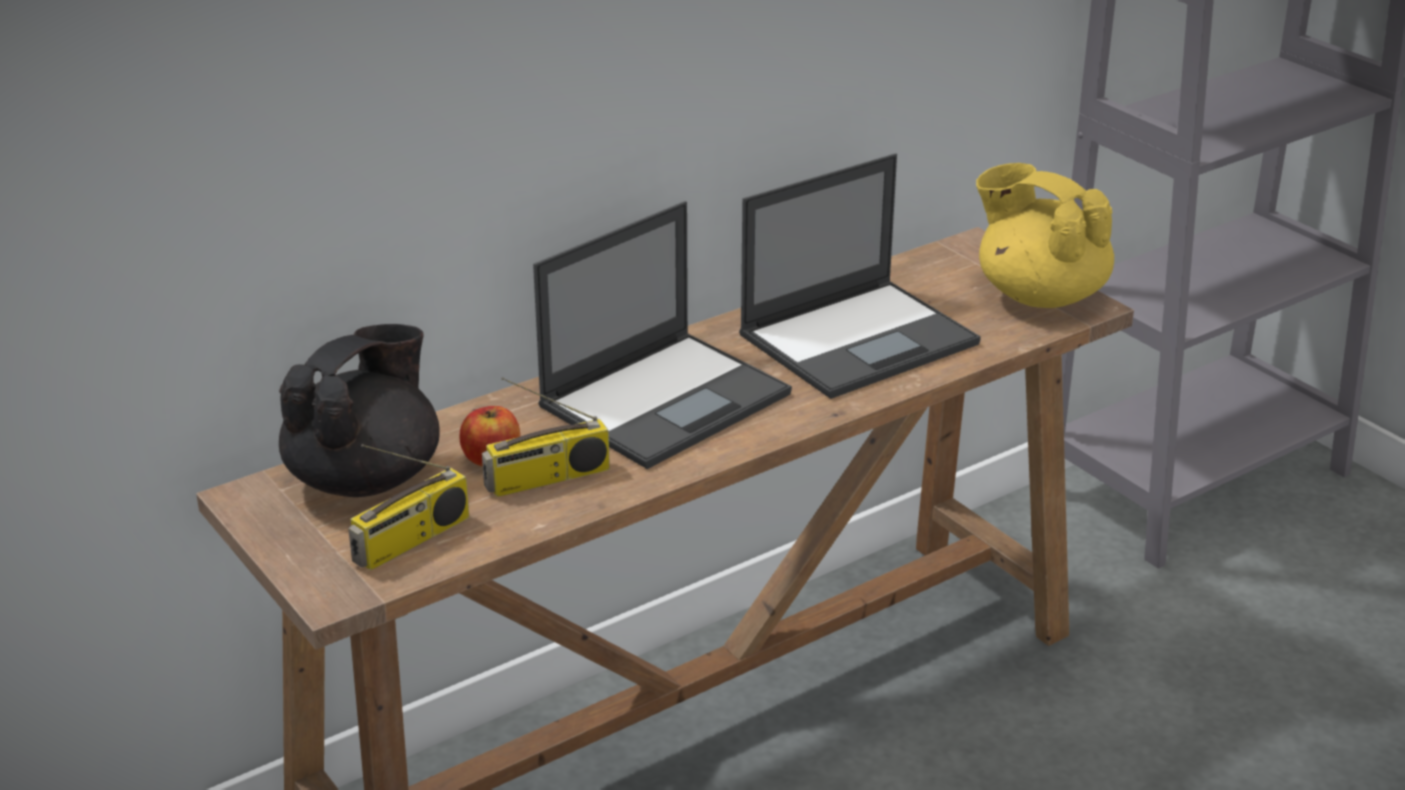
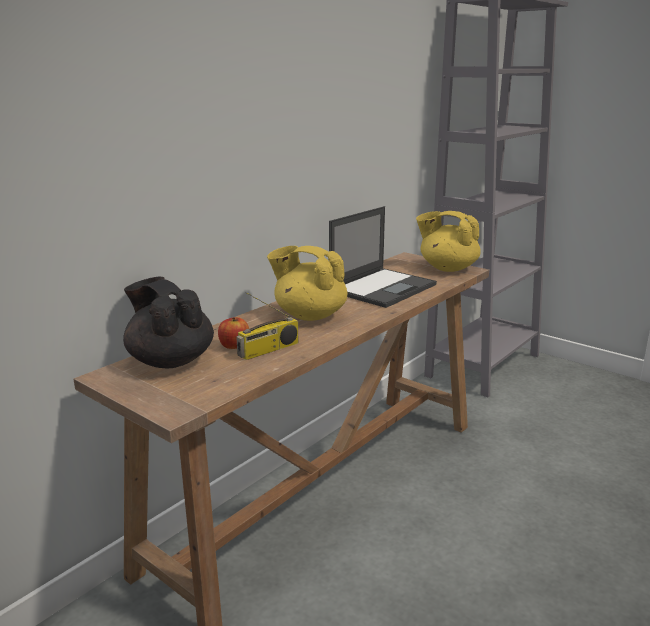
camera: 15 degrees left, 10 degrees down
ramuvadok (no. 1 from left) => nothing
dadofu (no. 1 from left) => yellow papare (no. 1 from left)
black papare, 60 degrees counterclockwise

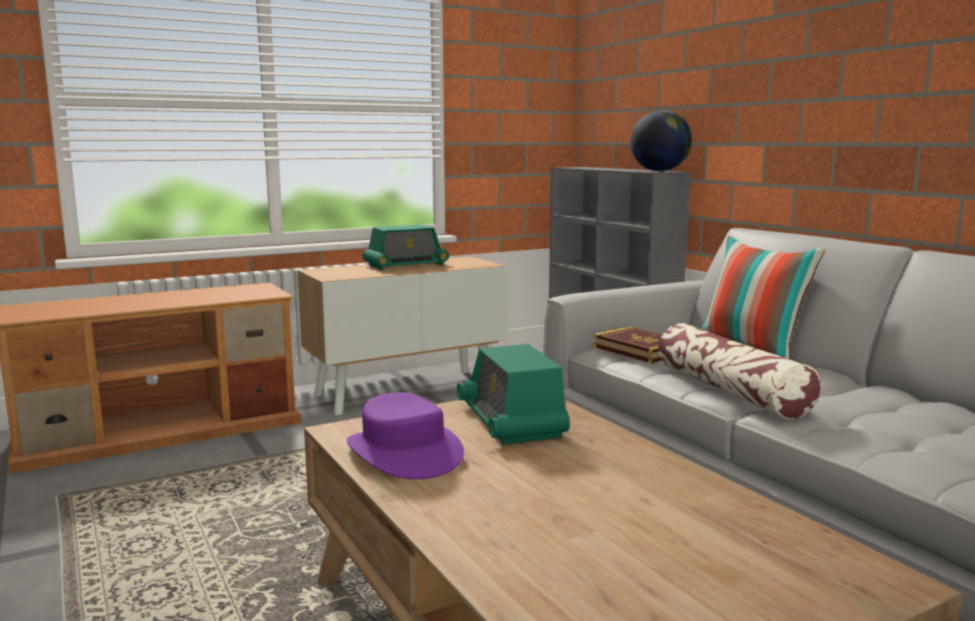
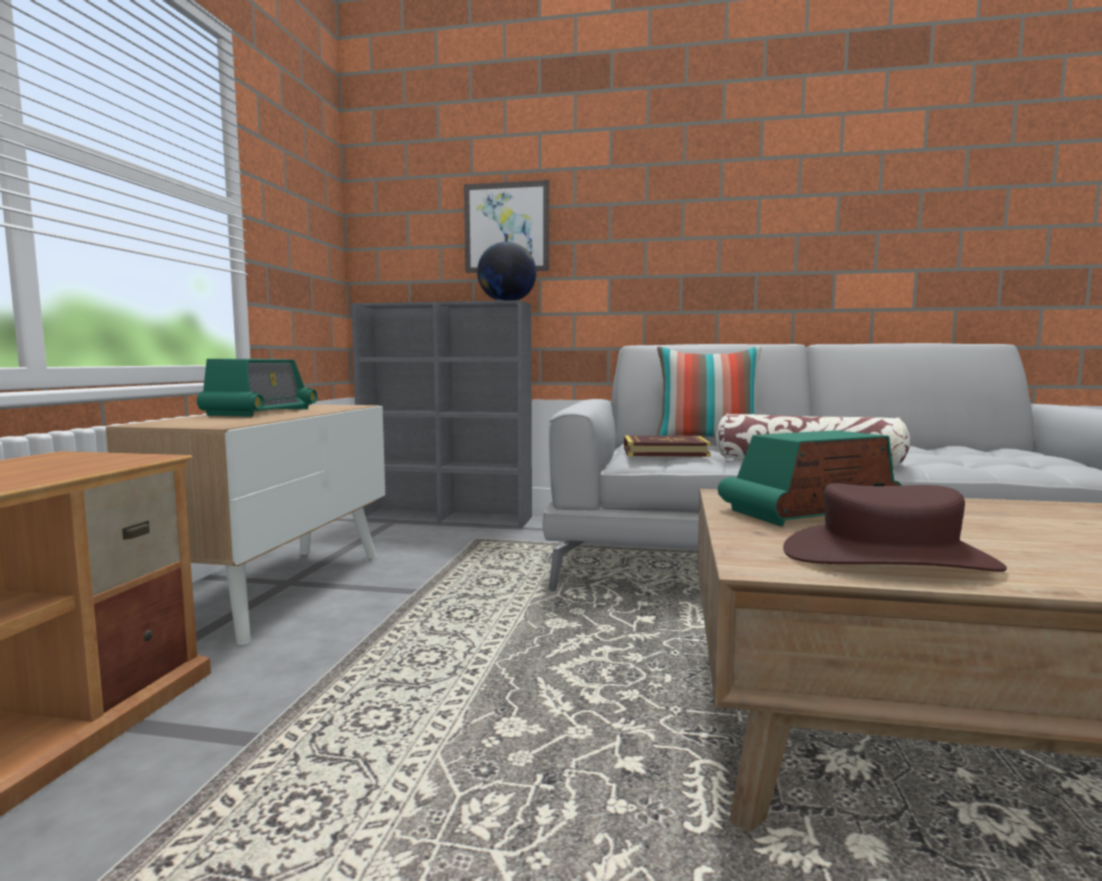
camera: 50 degrees left, 5 degrees down
nothing => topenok
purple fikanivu => brown fikanivu
ramuvadok (no. 2 from left), 135 degrees clockwise

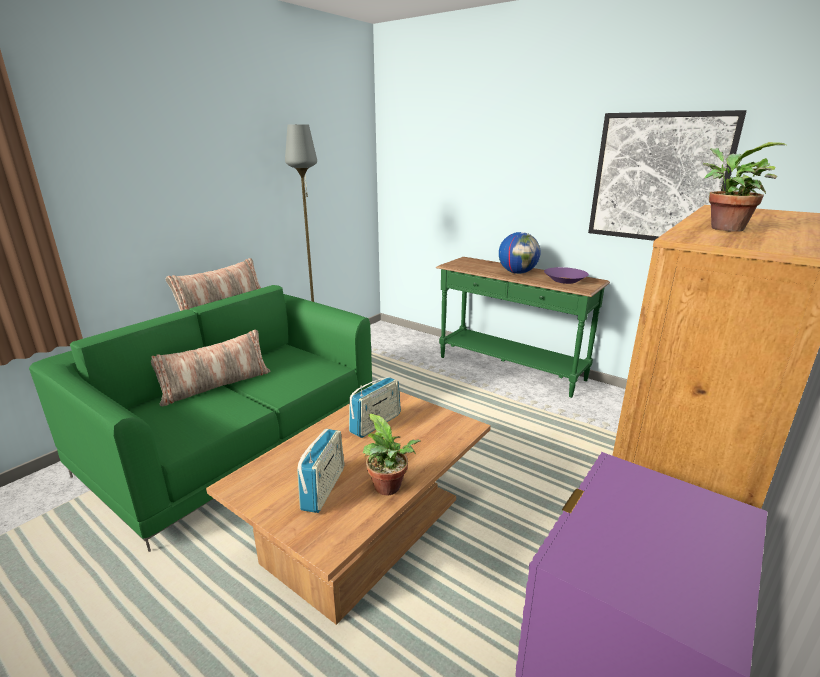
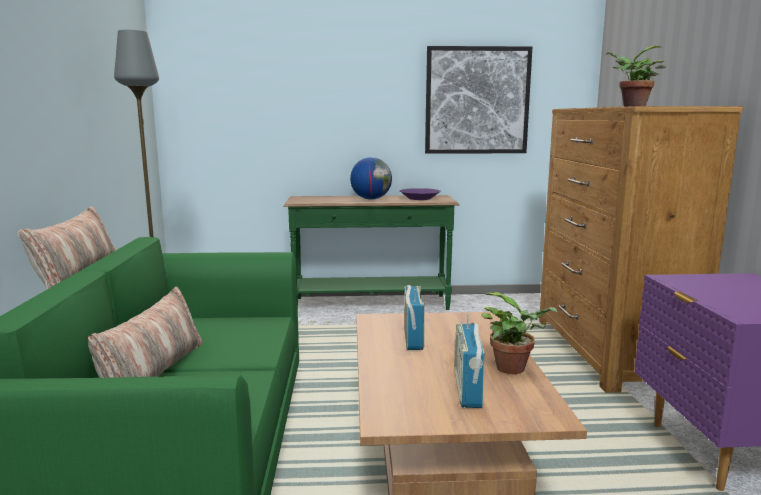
camera: 40 degrees left, 10 degrees down
ramuvadok (no. 1 from left in the first image) => ramuvadok (no. 2 from left), 150 degrees counterclockwise

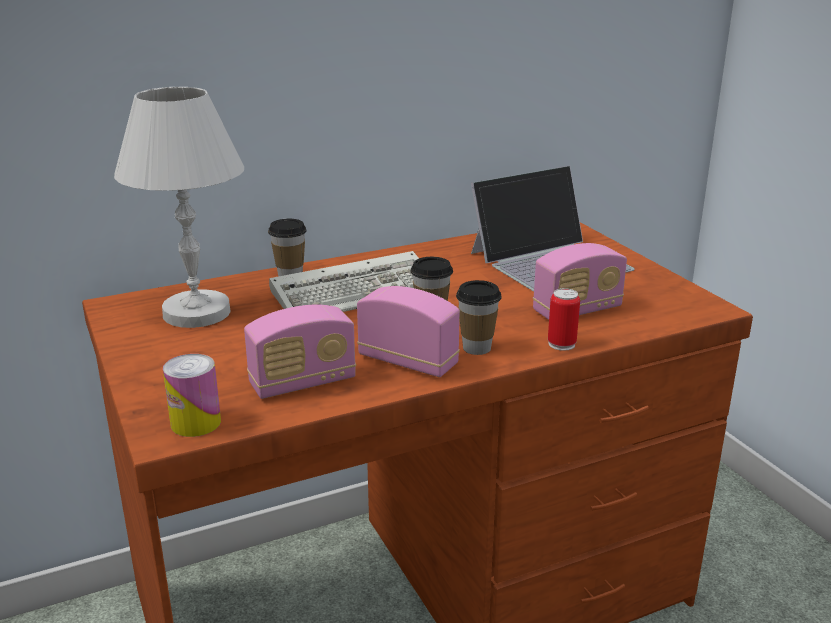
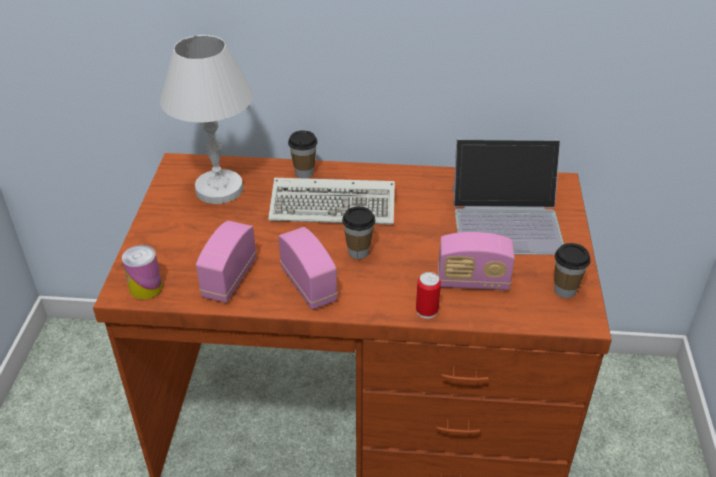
camera: 30 degrees right, 15 degrees up
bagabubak (no. 3 from left), relocated
ramuvadok (no. 1 from left), 105 degrees clockwise

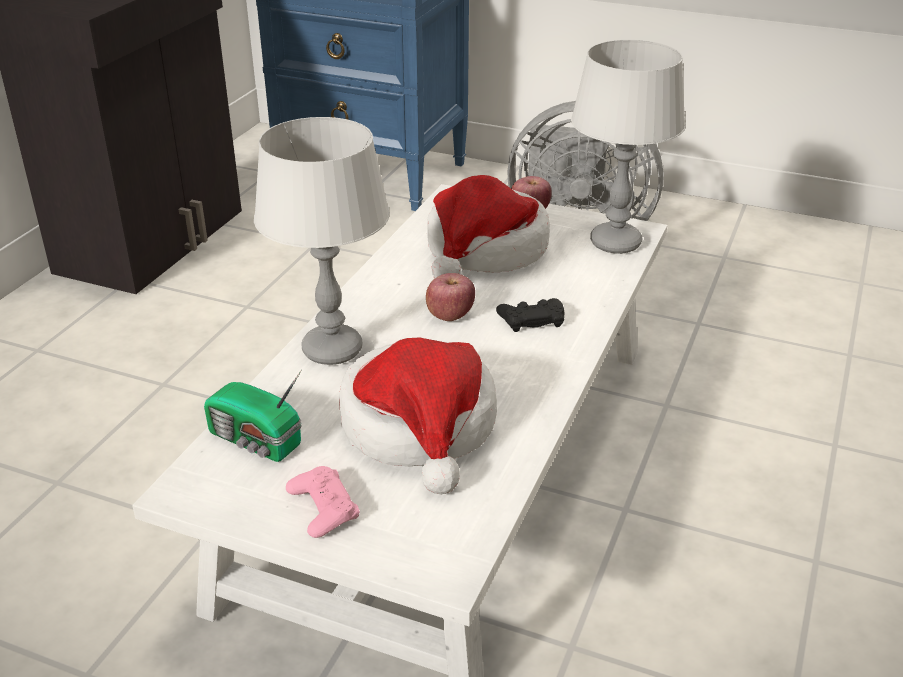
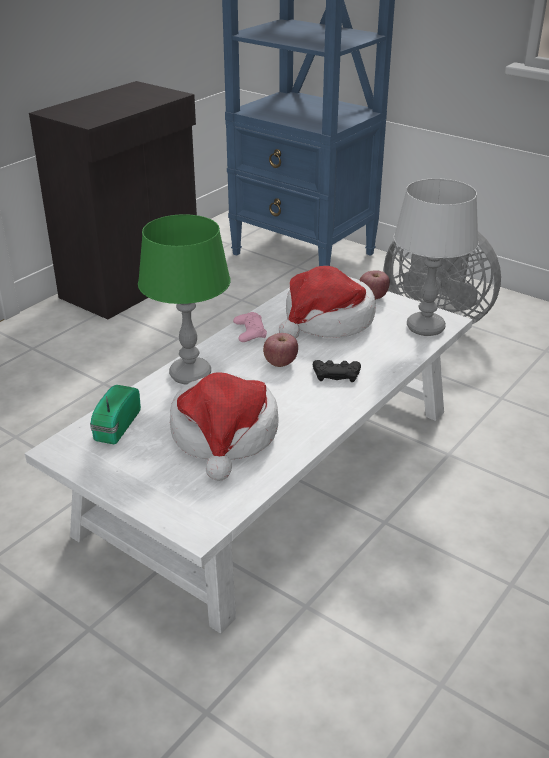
camera: 15 degrees right, 0 degrees up
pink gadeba, relocated
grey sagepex (no. 1 from left) => green sagepex
ramuvadok, 60 degrees clockwise

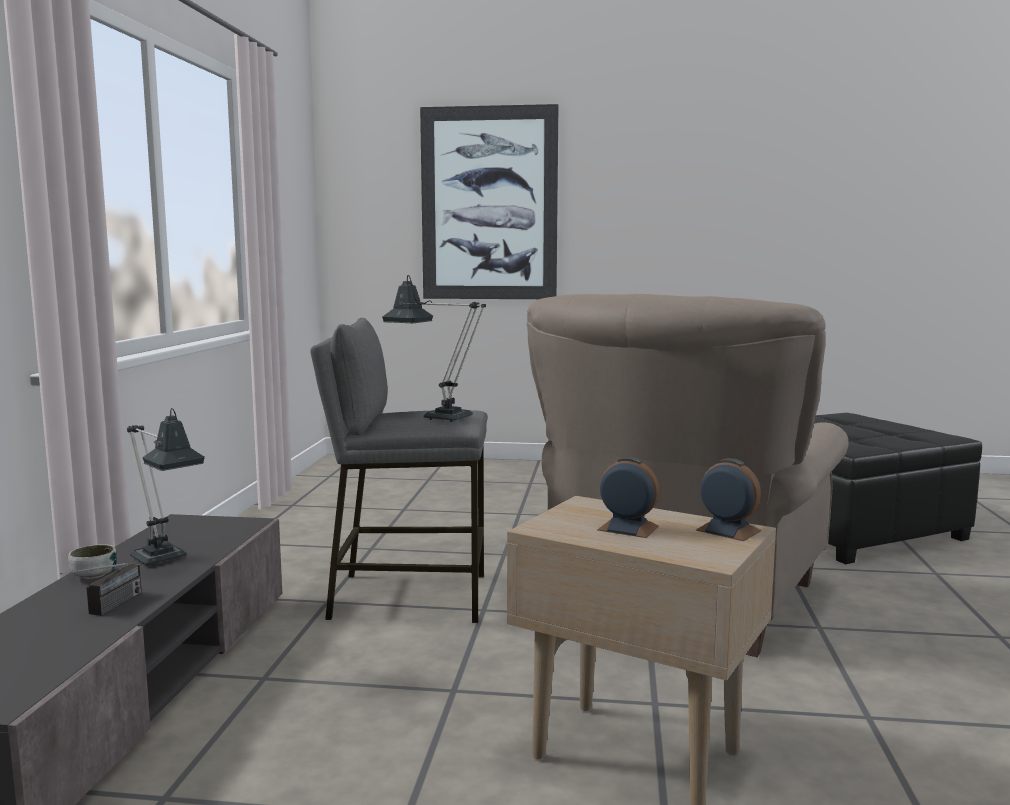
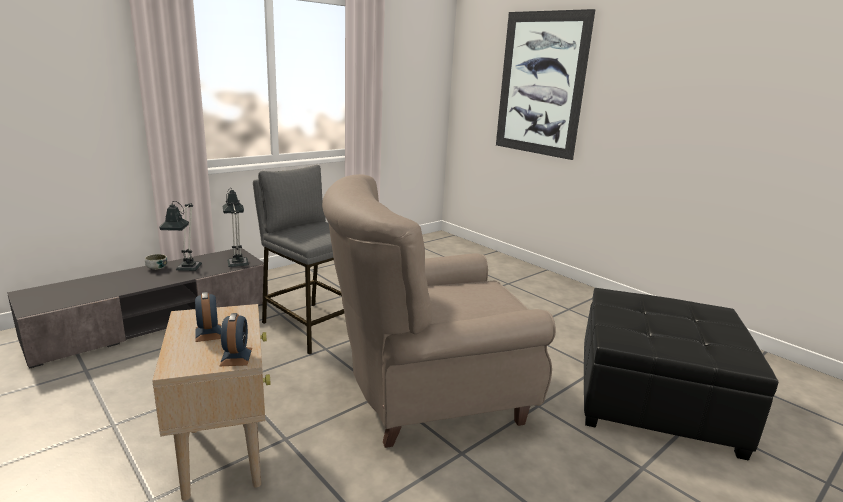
camera: 40 degrees right, 10 degrees up
ramuvadok => nothing
sagepex (no. 2 from left), relocated

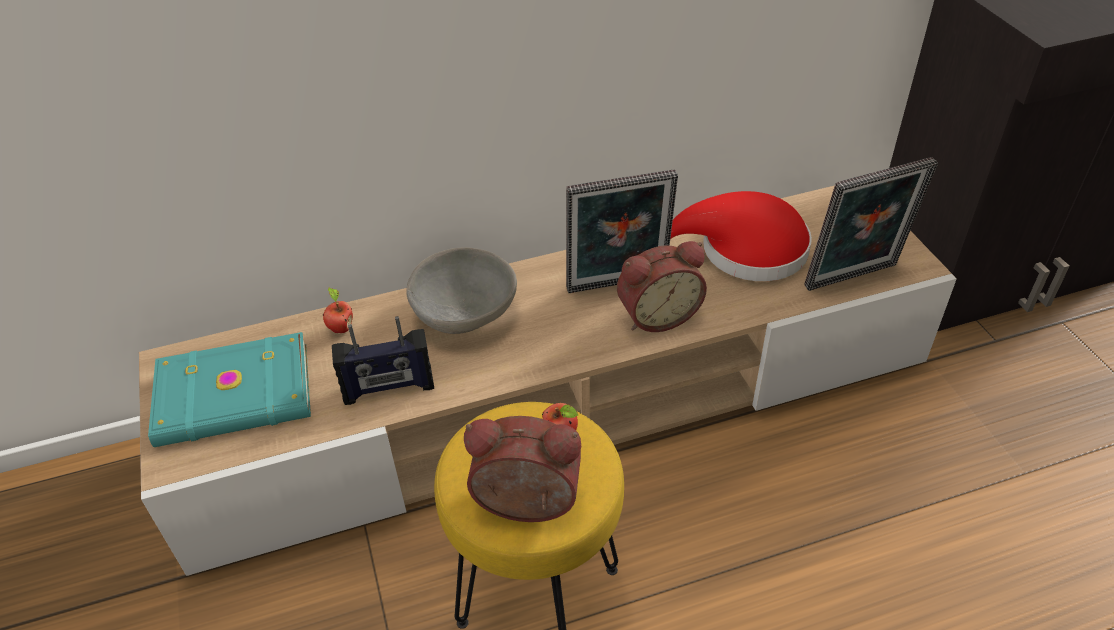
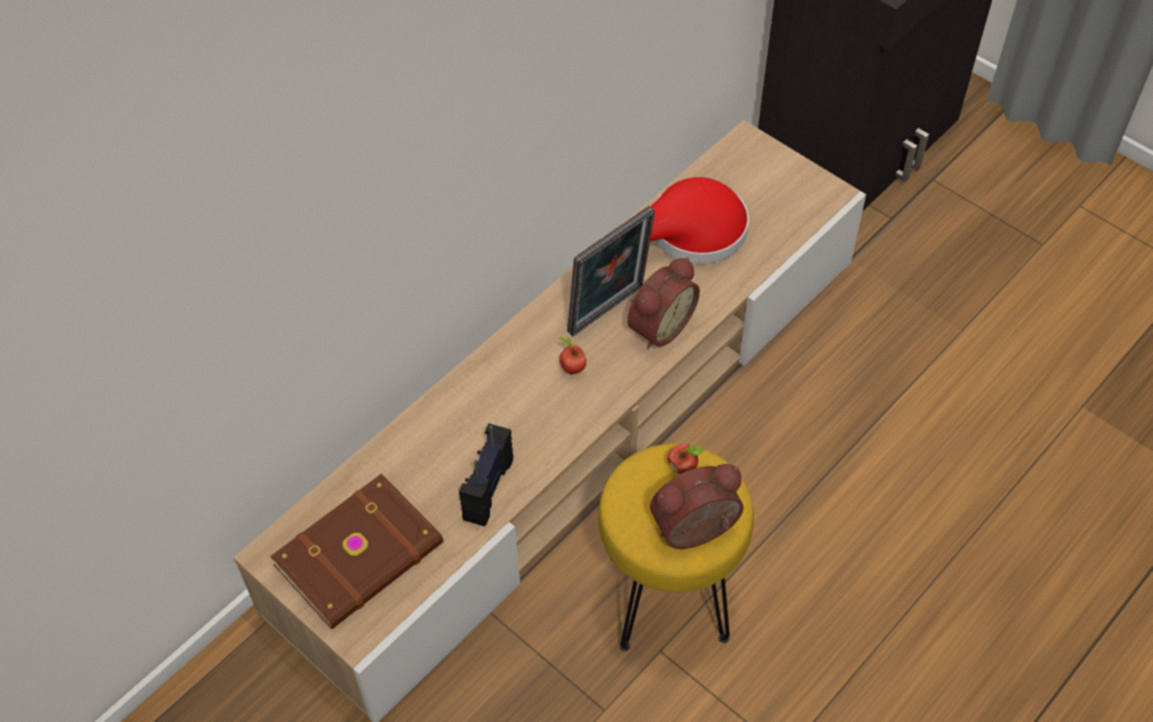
camera: 30 degrees left, 10 degrees up
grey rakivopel => nothing
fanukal (no. 2 from left) => nothing
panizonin (no. 1 from left), relocated
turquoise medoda => brown medoda
ramuvadok, 150 degrees clockwise

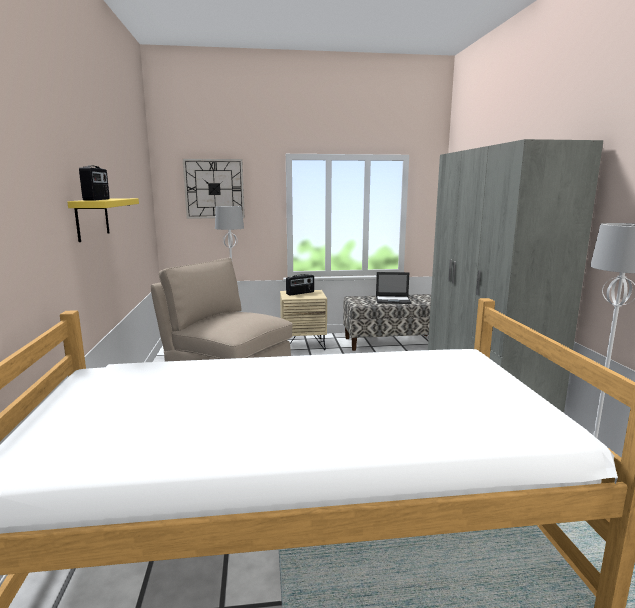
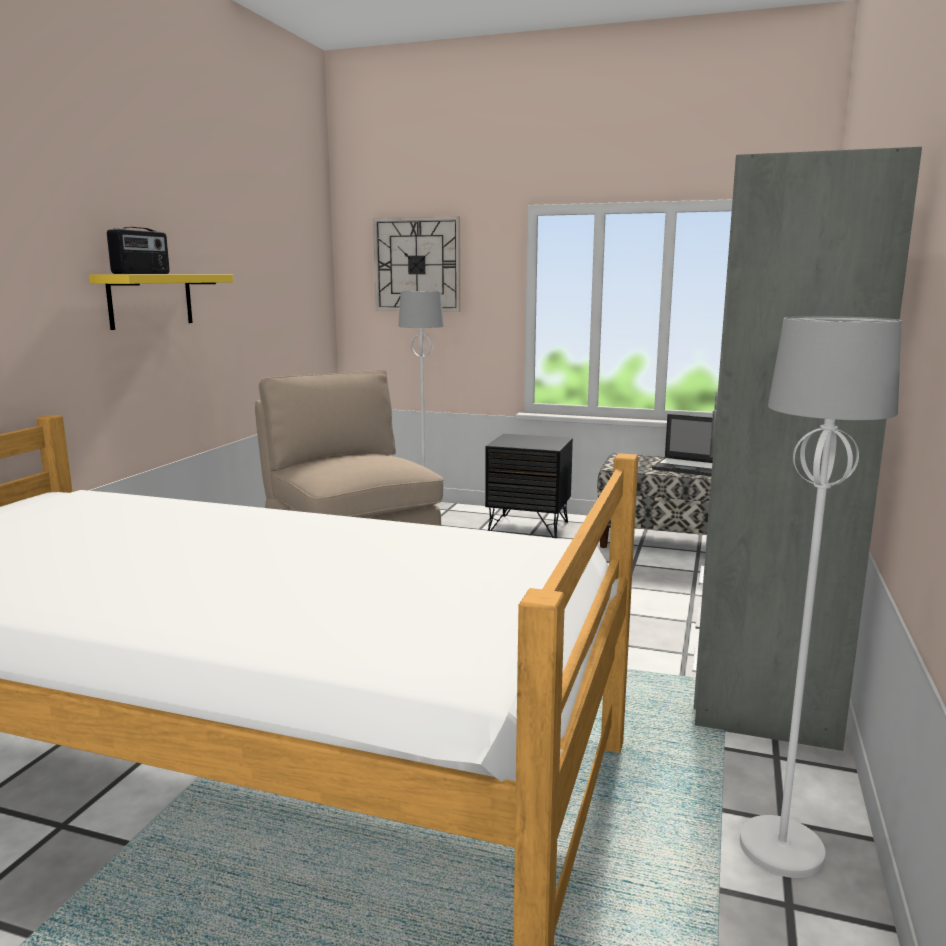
camera: 25 degrees right, 0 degrees up
ramuvadok (no. 2 from left) => nothing
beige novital => black novital

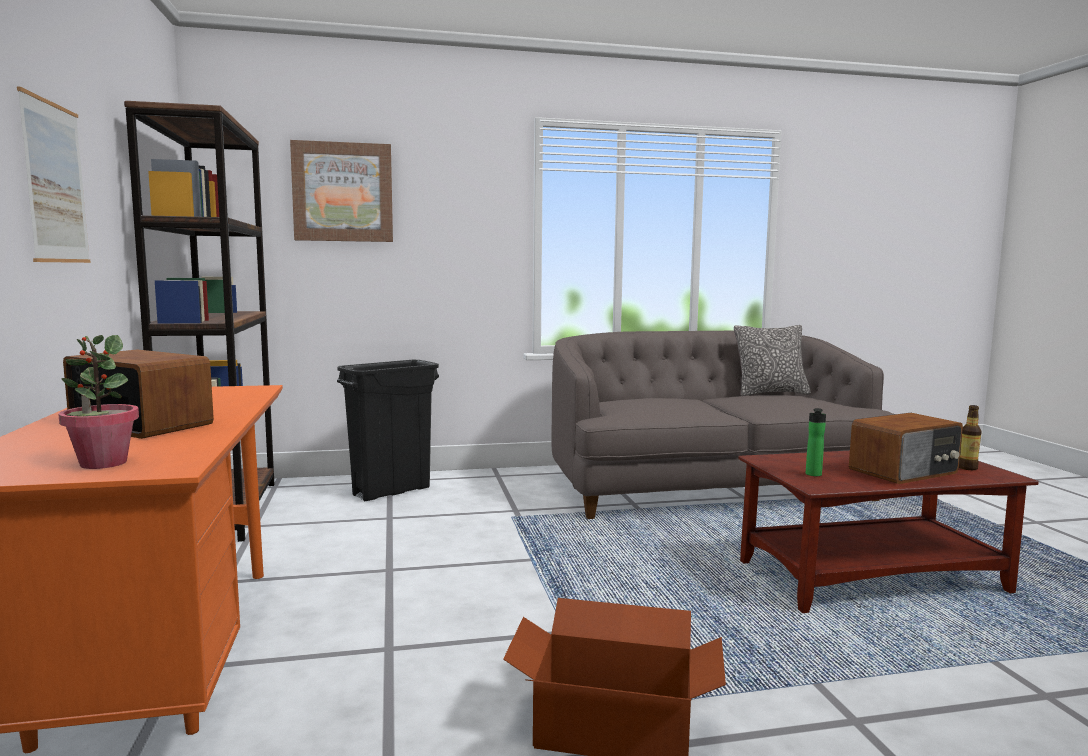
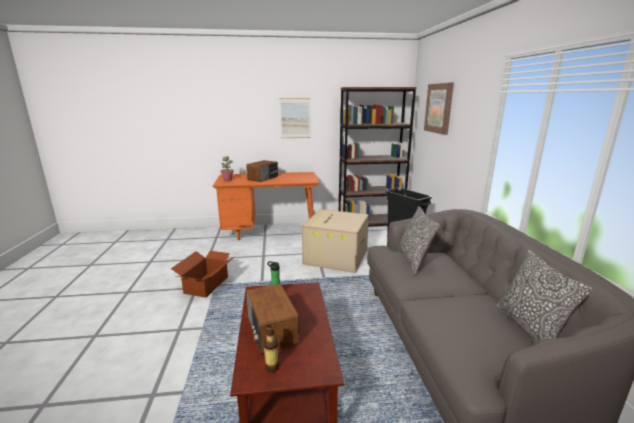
camera: 95 degrees right, 10 degrees up
nothing => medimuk (no. 2 from left)
nothing => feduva (no. 1 from left)

